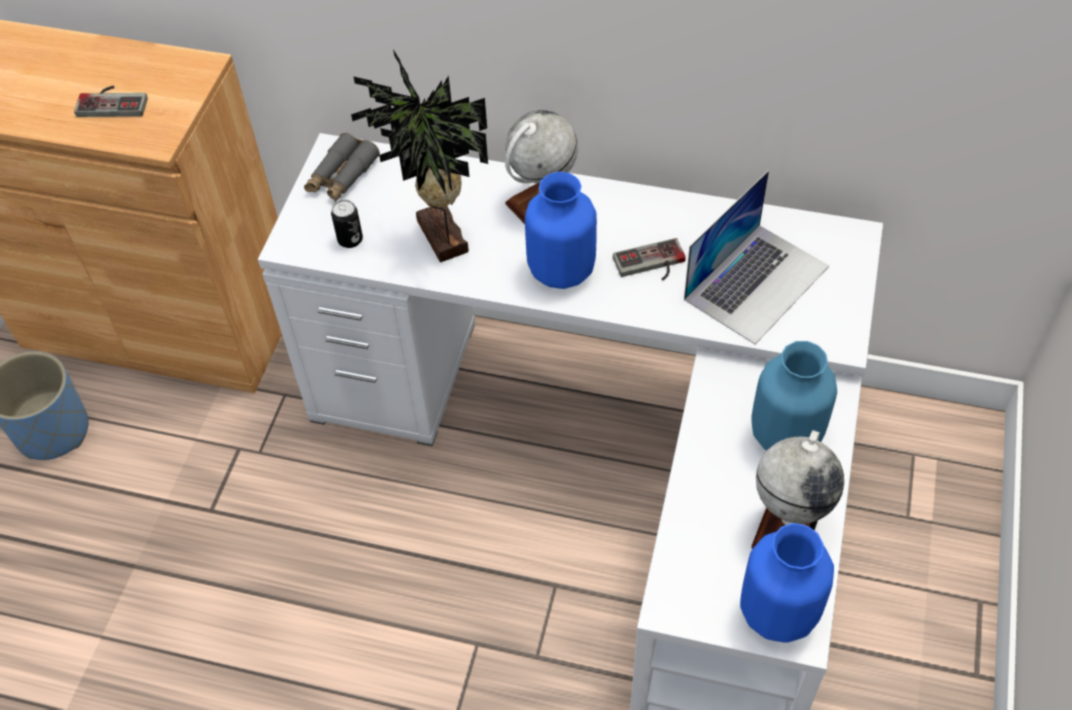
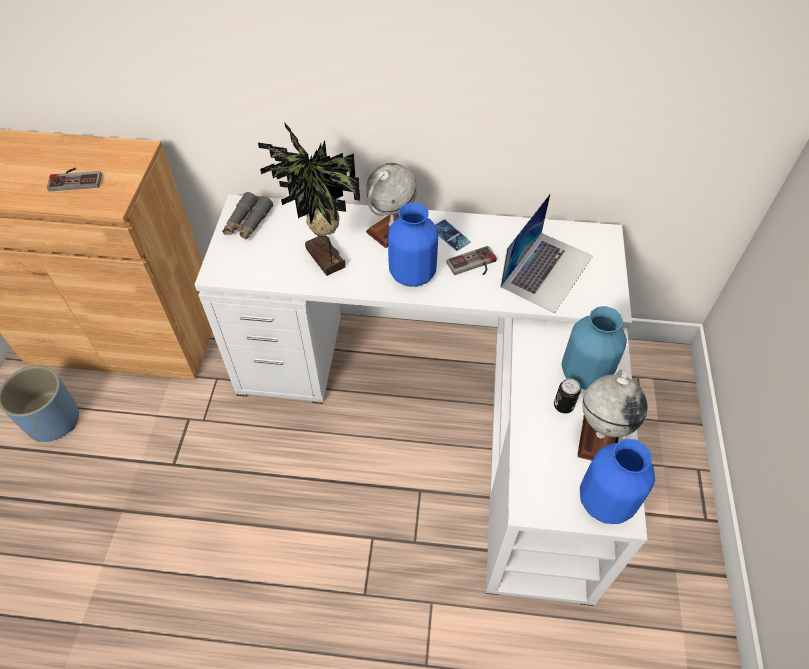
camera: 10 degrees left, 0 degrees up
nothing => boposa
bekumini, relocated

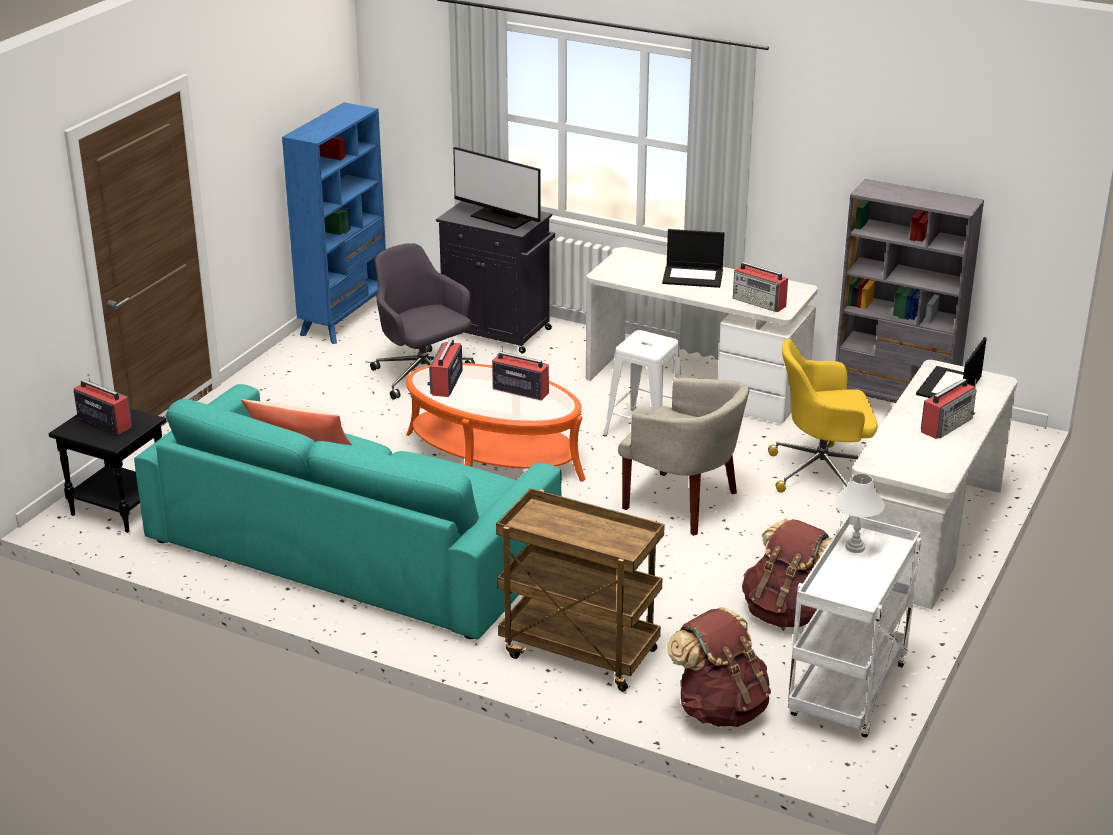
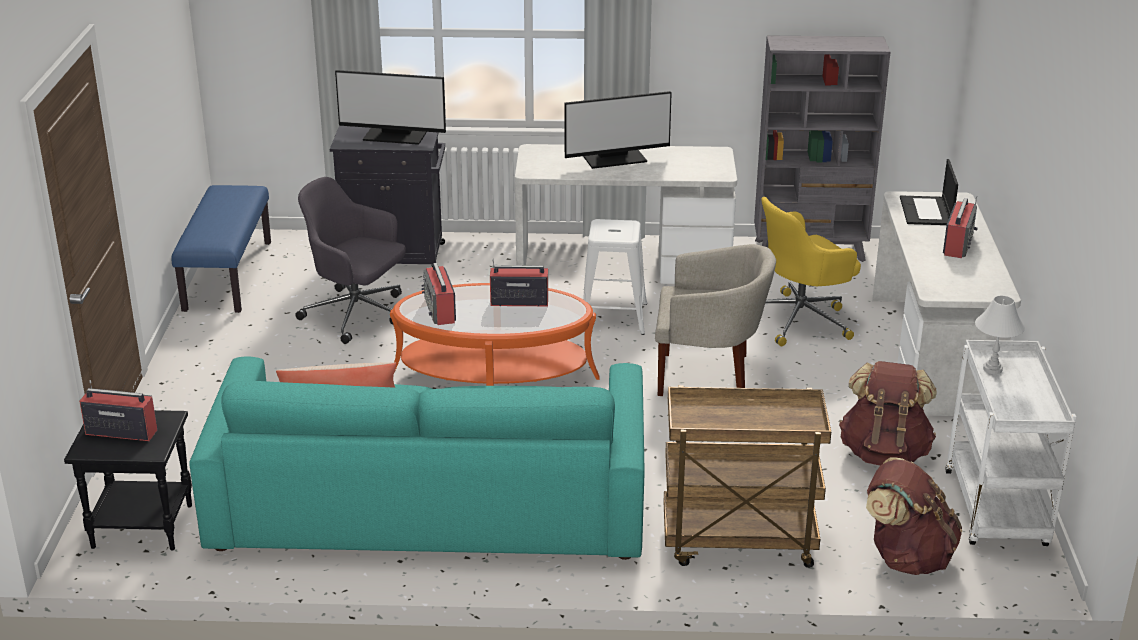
camera: 25 degrees left, 0 degrees up
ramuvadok (no. 4 from left) => nothing
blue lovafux => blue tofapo
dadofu (no. 1 from left) => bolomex (no. 2 from left)

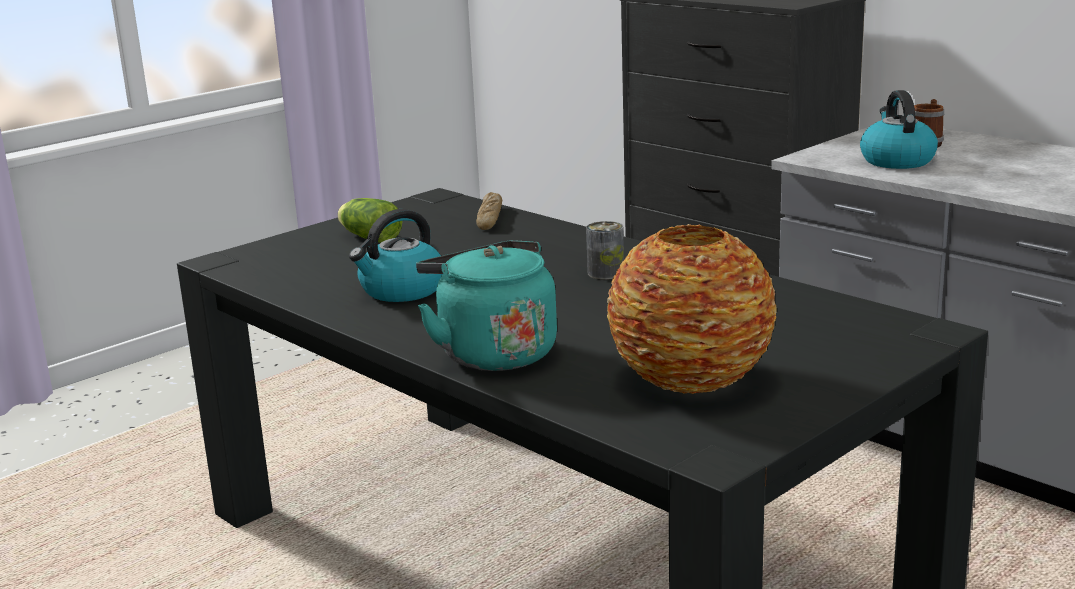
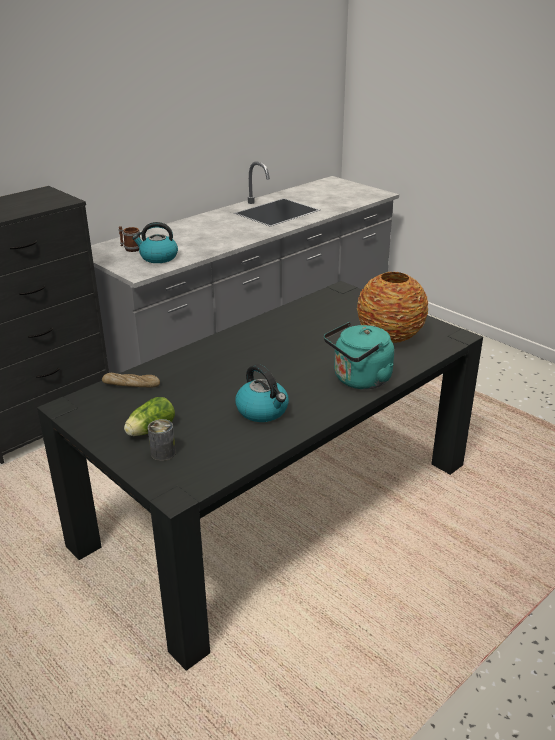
camera: 90 degrees left, 10 degrees up
bekumini, relocated

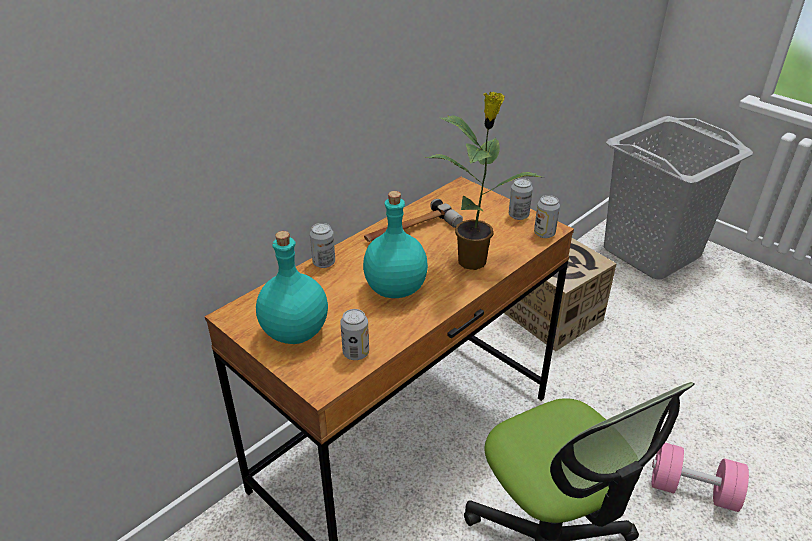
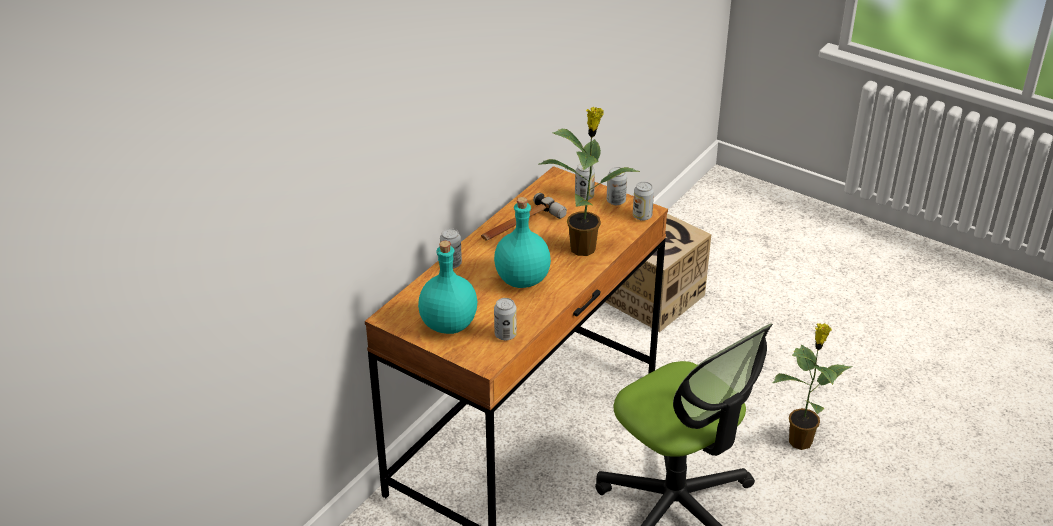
camera: 10 degrees left, 0 degrees up
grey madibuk => nothing
nothing => bekumini (no. 3 from left)
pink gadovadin => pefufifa (no. 2 from left)

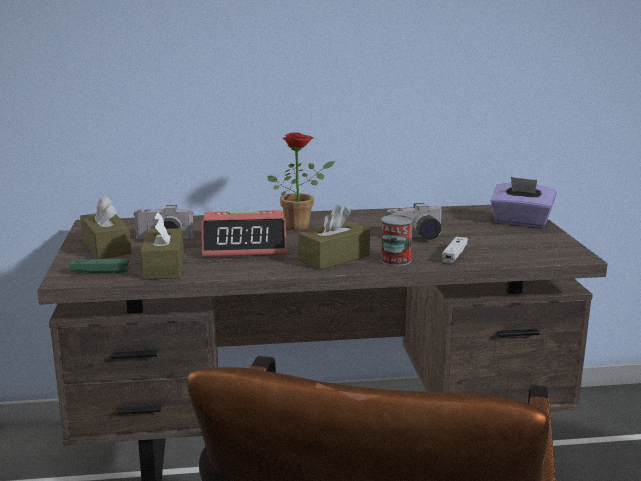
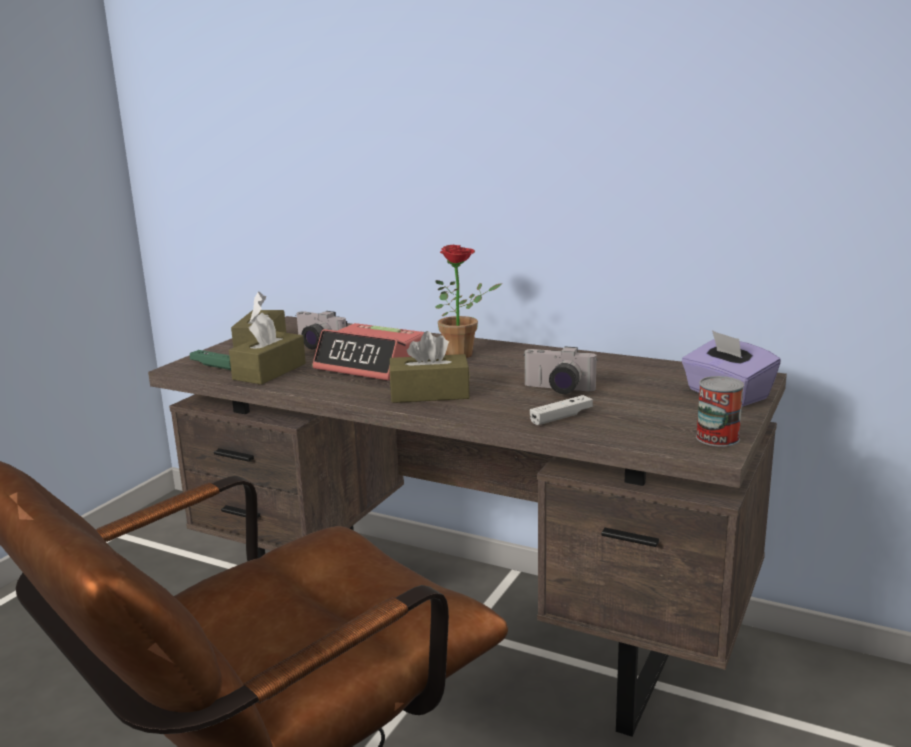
camera: 35 degrees right, 0 degrees up
bekumini, relocated

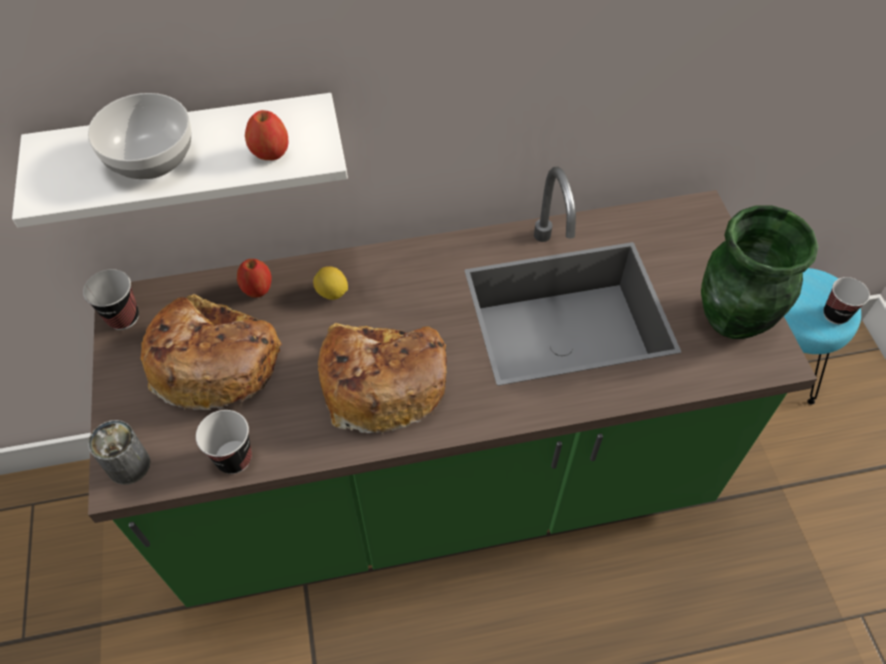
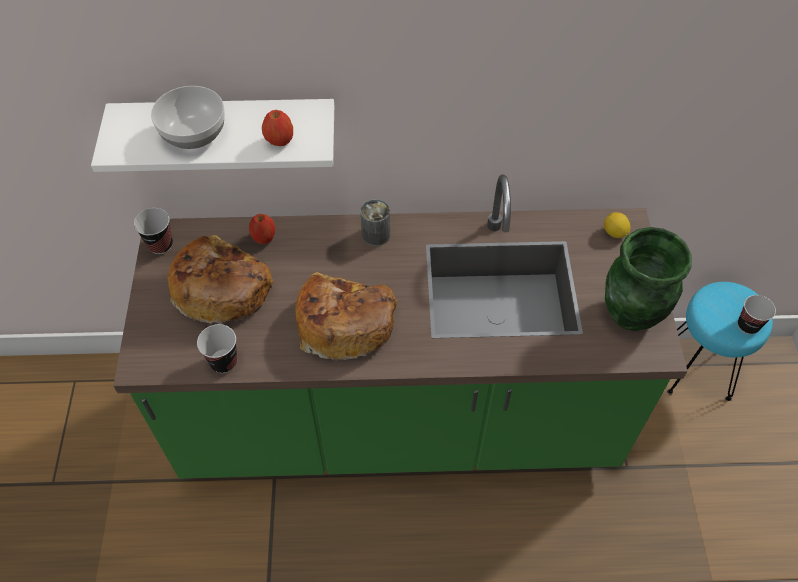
camera: 10 degrees right, 0 degrees up
bekumini, relocated
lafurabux, relocated

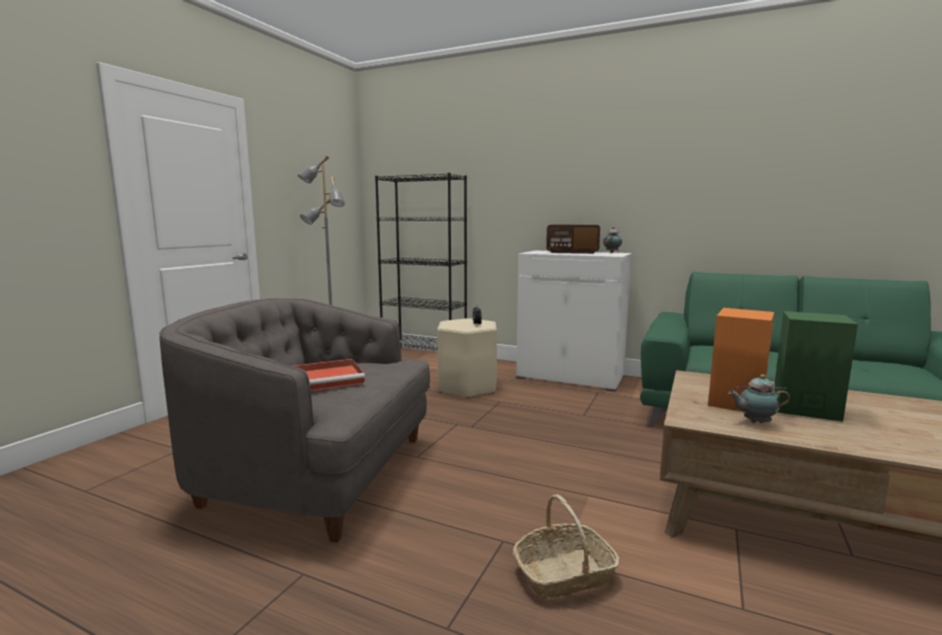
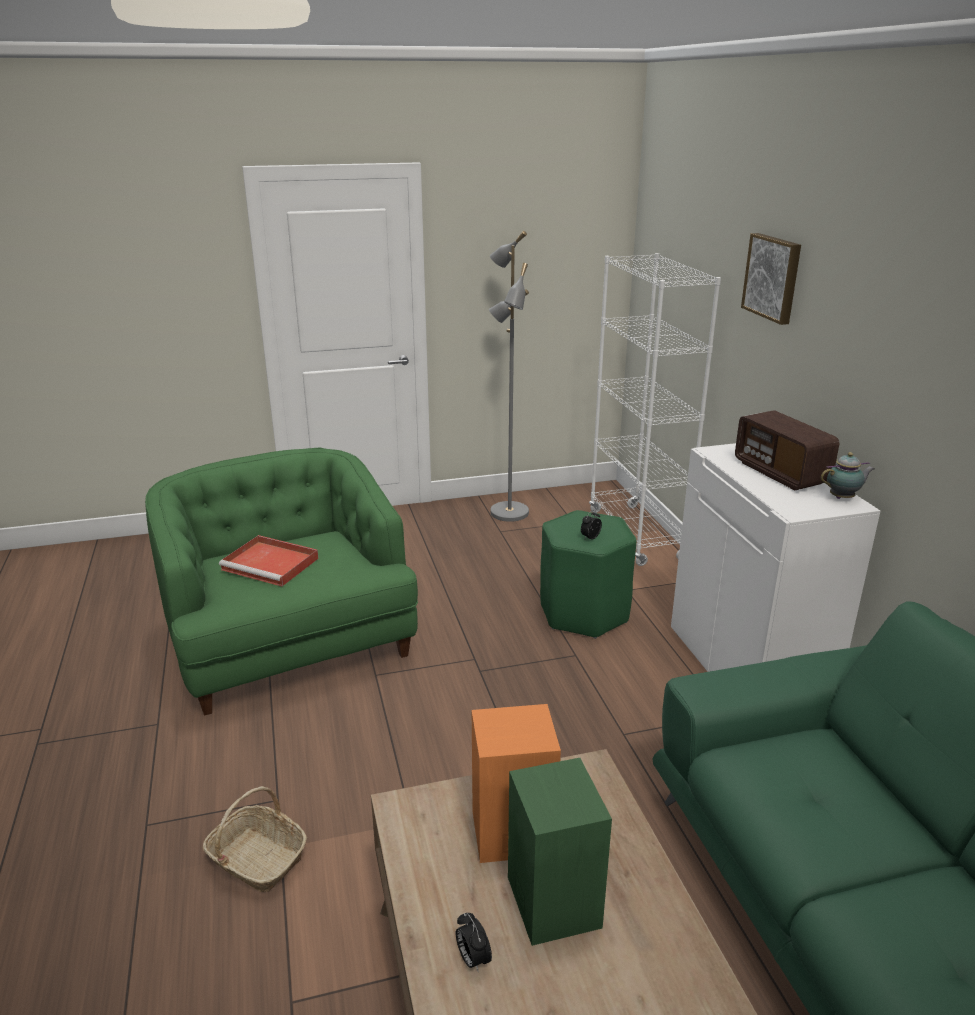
camera: 50 degrees right, 15 degrees up
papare (no. 2 from left) => nothing
nothing => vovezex (no. 1 from left)
nothing => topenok
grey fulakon => green fulakon
black lovafux => white lovafux
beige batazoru => green batazoru

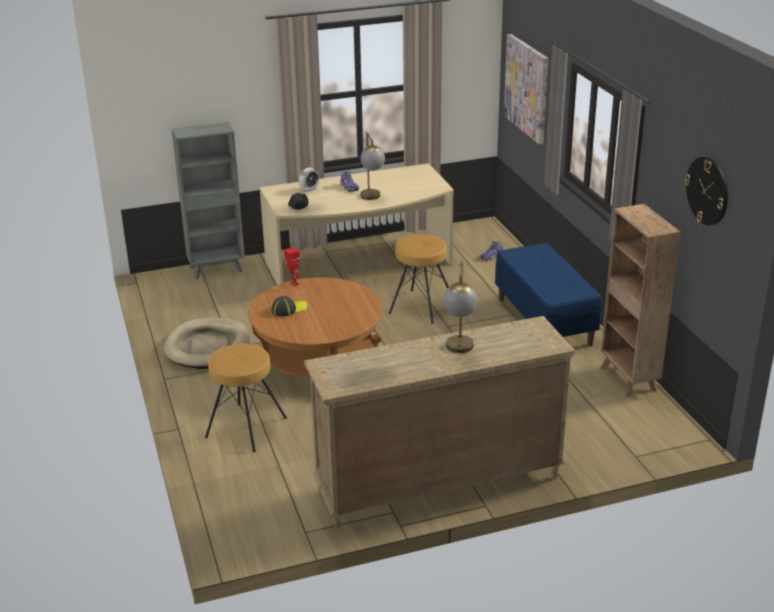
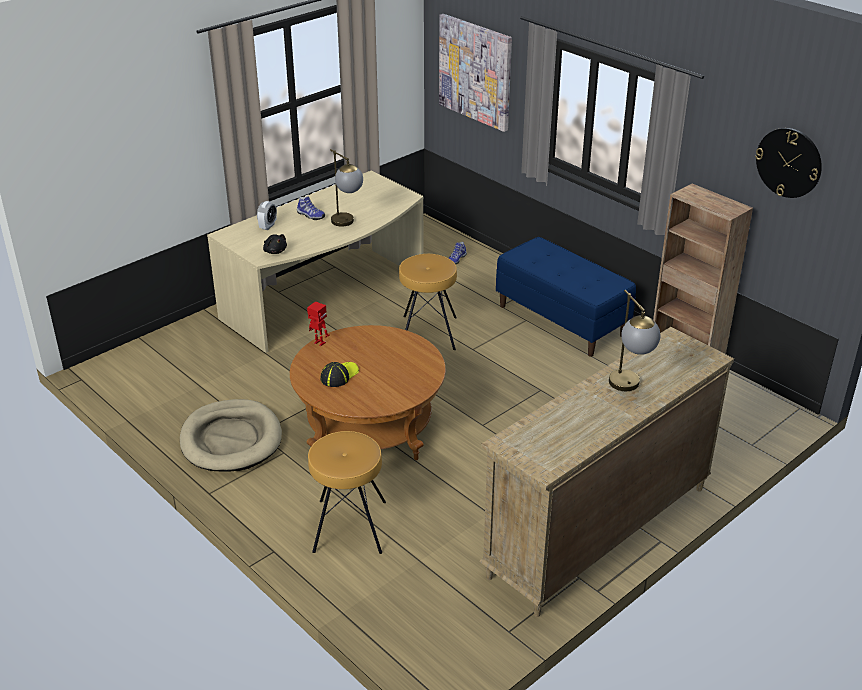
camera: 25 degrees left, 5 degrees up
grey lovafux => nothing

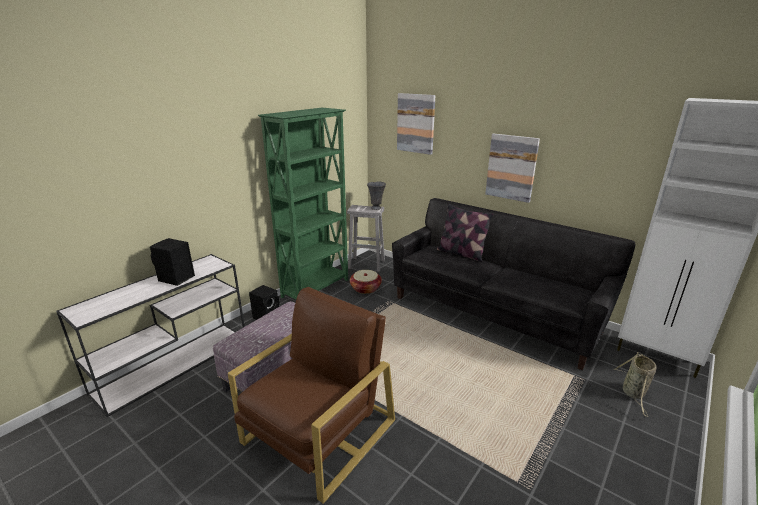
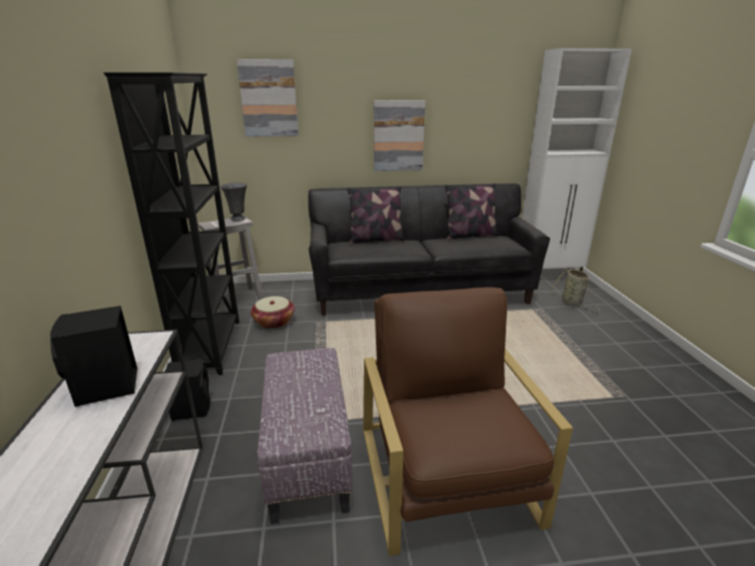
camera: 45 degrees left, 0 degrees up
nothing => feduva (no. 2 from left)
green lovafux => black lovafux

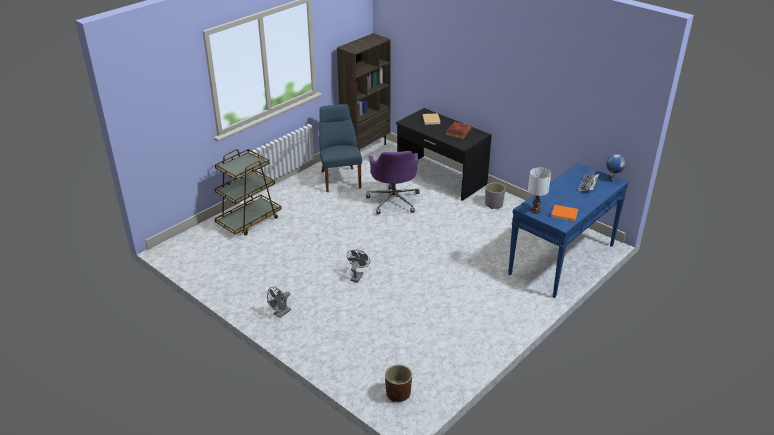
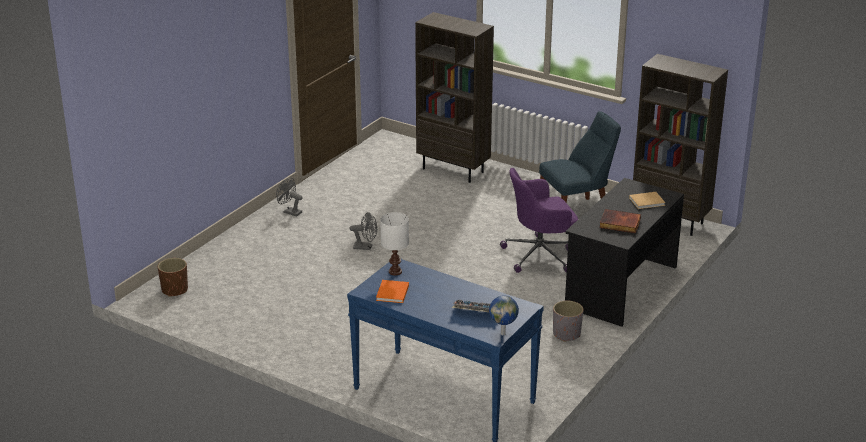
camera: 80 degrees right, 5 degrees down
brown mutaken => brown lovafux (no. 1 from left)

